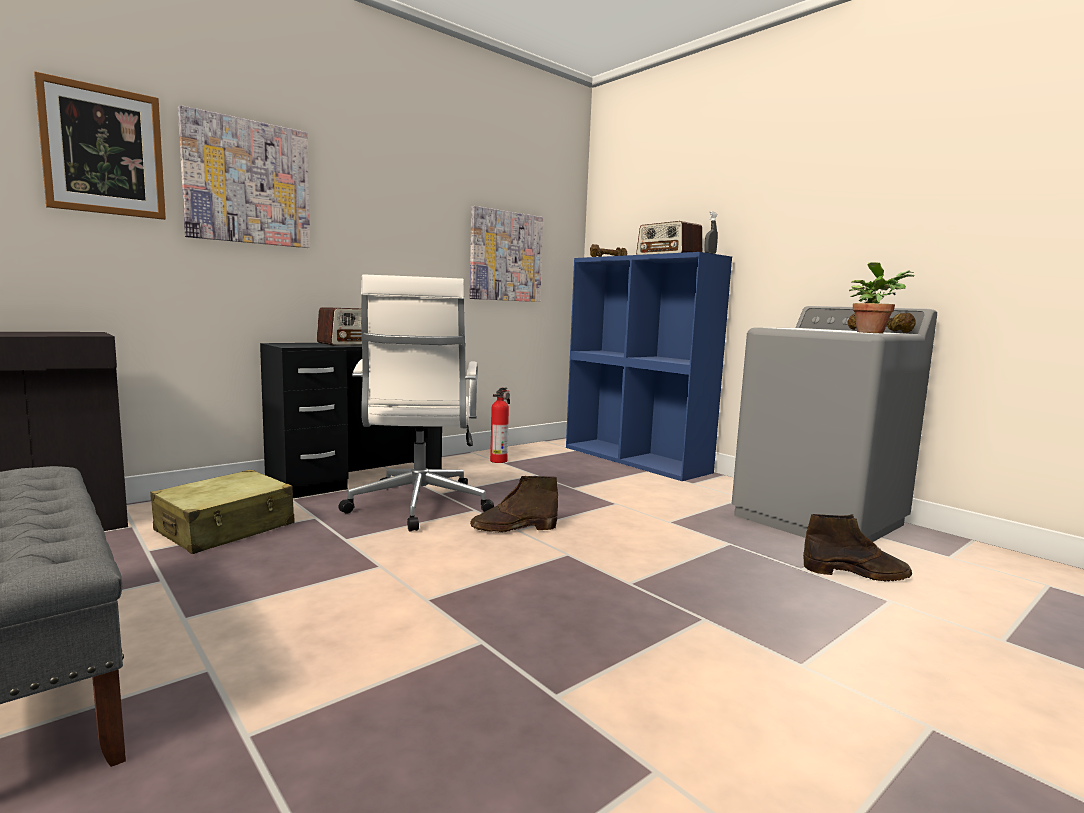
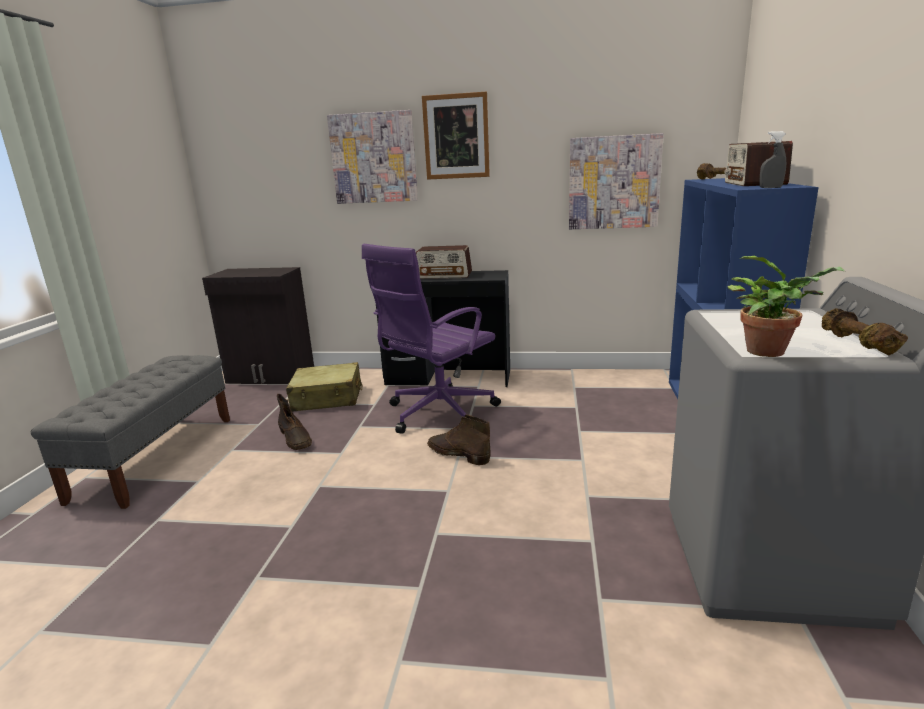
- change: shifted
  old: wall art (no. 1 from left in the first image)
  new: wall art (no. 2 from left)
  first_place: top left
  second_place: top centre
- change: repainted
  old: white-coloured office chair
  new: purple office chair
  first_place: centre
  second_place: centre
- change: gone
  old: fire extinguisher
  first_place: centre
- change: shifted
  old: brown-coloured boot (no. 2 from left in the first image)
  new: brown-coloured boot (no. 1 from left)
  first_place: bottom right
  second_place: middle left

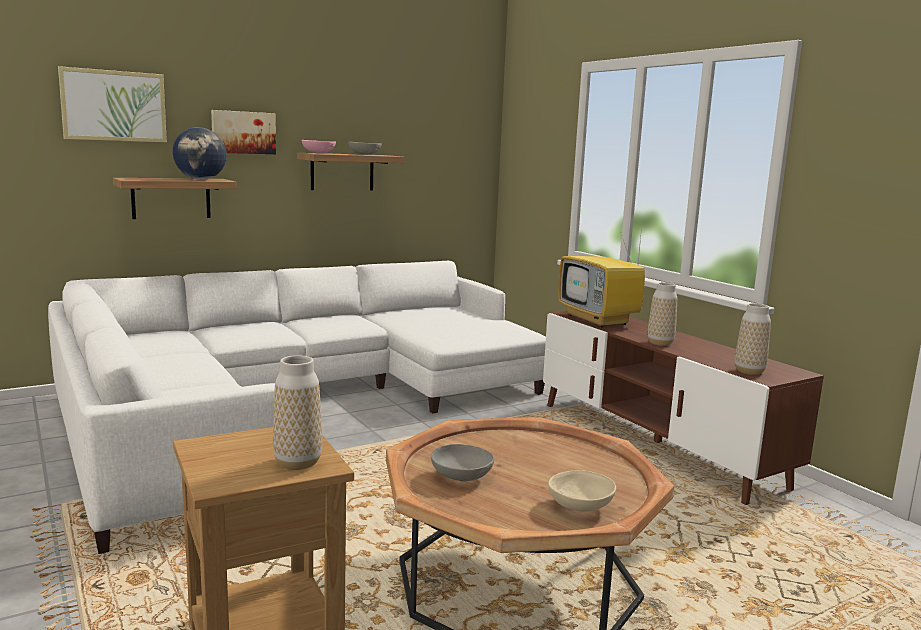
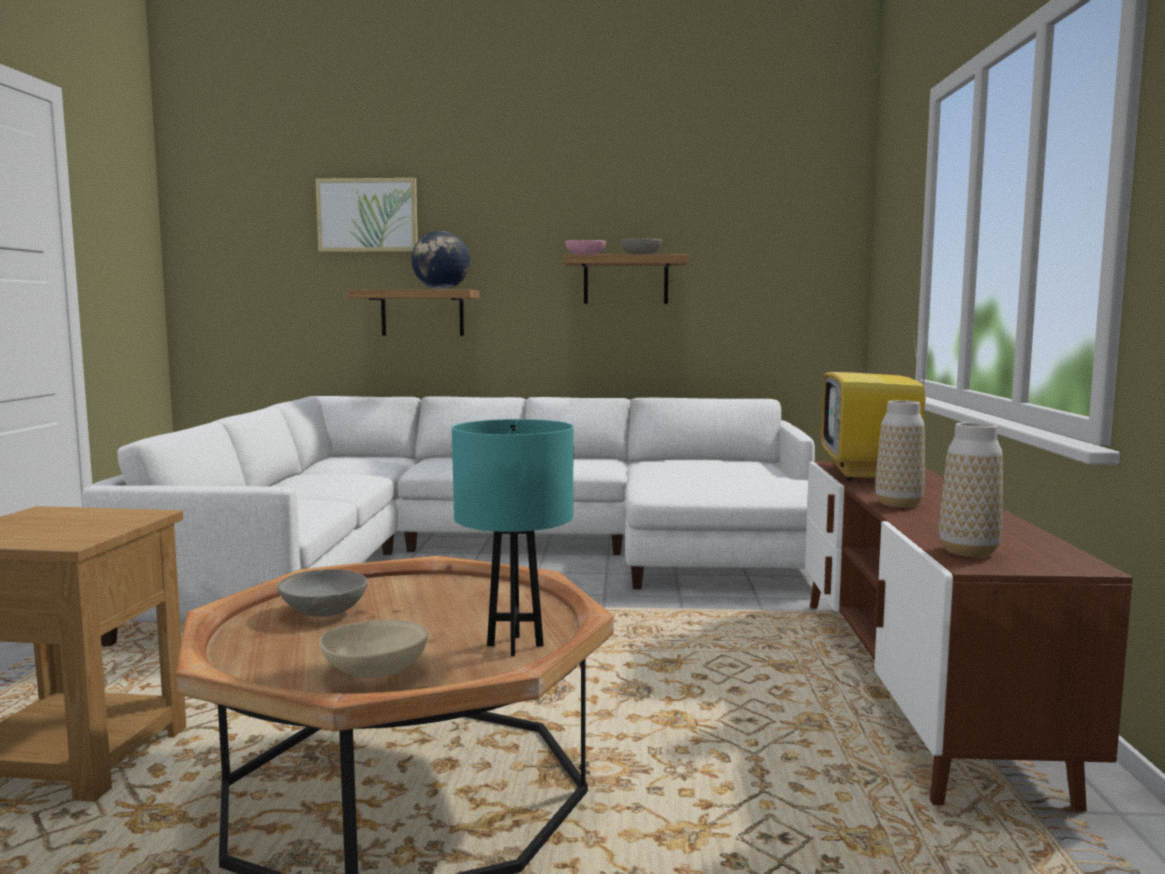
- change: gone
  old: wall art (no. 2 from left)
  first_place: top left
- change: gone
  old: decorative vase (no. 1 from left)
  first_place: middle left
- change: new
  new: turquoise tabletop lamp
  second_place: centre

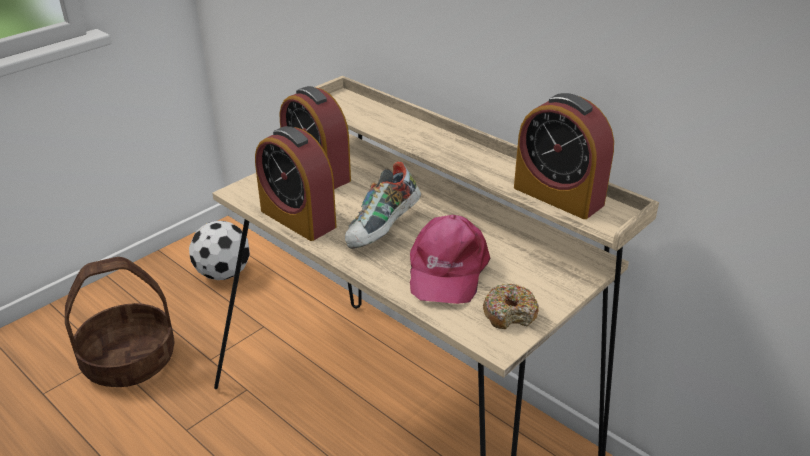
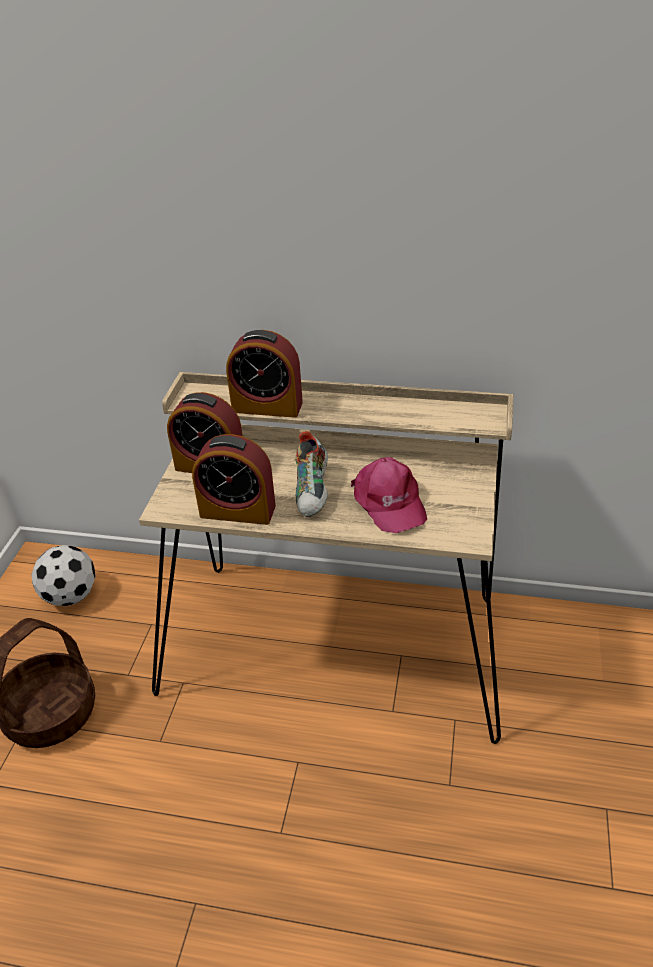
- change: gone
  old: doughnut
  first_place: bottom centre
- change: shifted
  old: alarm clock (no. 3 from left)
  first_place: middle right
  second_place: centre

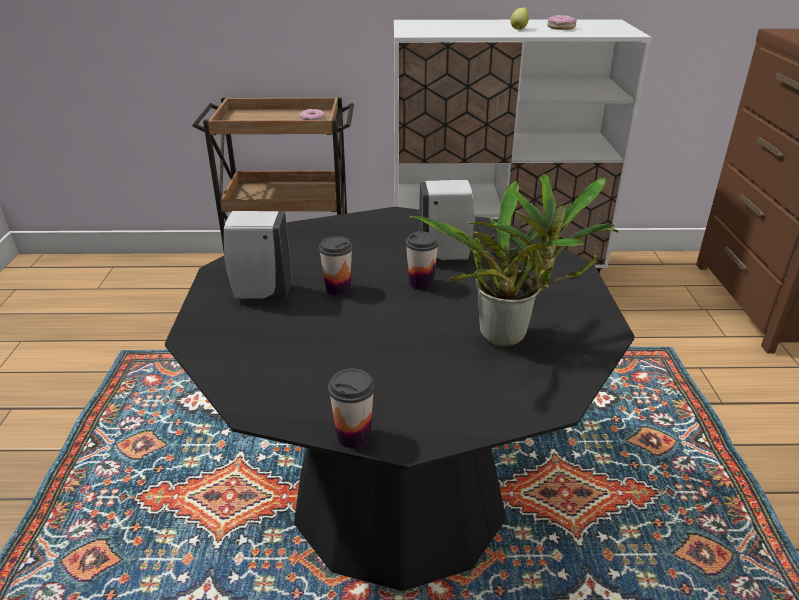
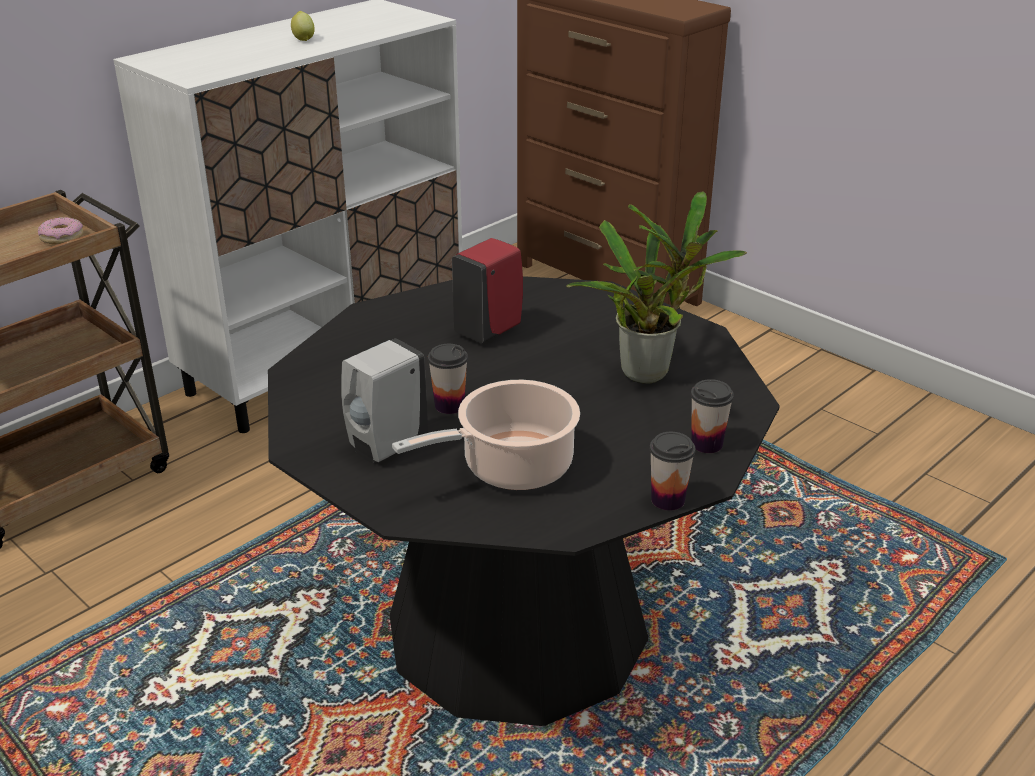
- change: shifted
  old: small cup (no. 3 from left)
  first_place: centre
  second_place: middle right
- change: repainted
  old: white-coloured liquid soap bottle (no. 2 from left)
  new: red liquid soap bottle
  first_place: centre
  second_place: centre
- change: gone
  old: doughnut (no. 2 from left)
  first_place: top right
- change: new
  new: cooking pot
  second_place: centre

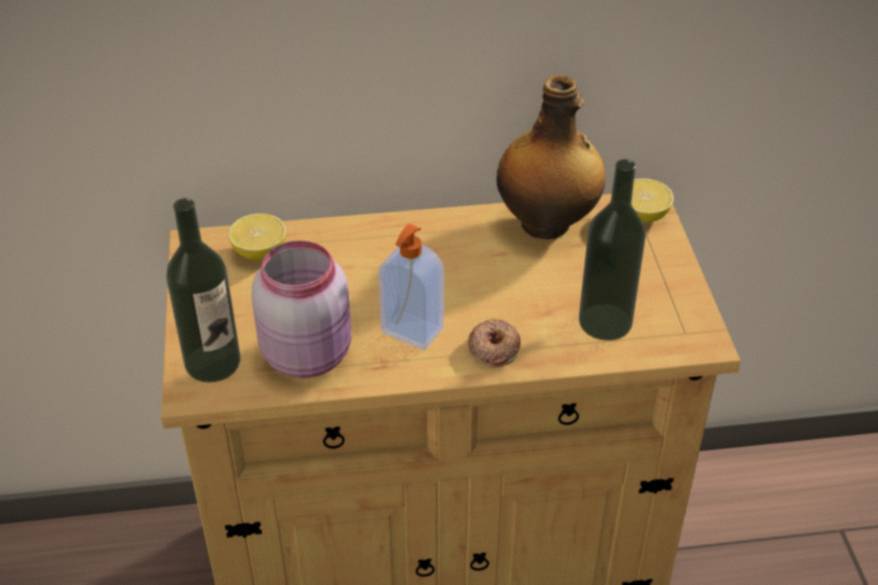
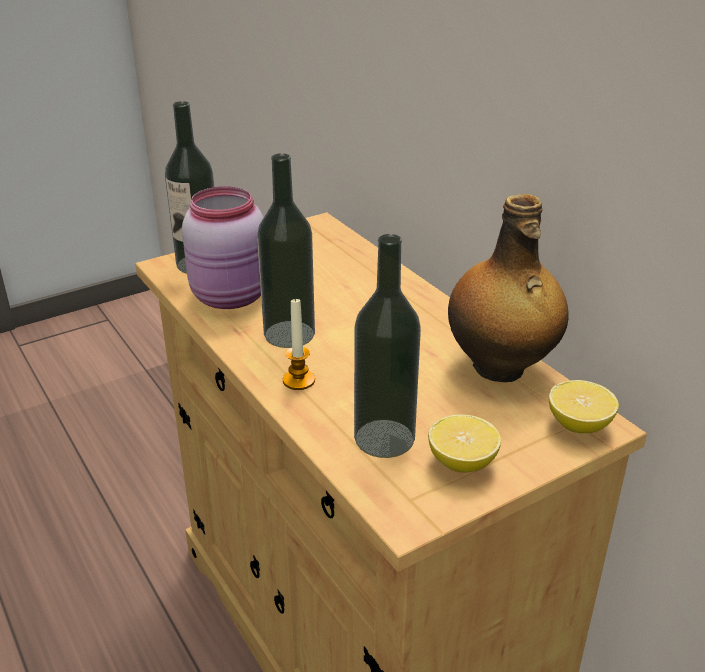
- change: shifted
  old: whole lemon (no. 1 from left)
  first_place: middle left
  second_place: centre
- change: swapped
  old: liquid soap bottle
  new: beverage bottle (no. 2 from left)
  first_place: centre
  second_place: centre
- change: swapped
  old: doughnut
  new: wax candle
  first_place: centre
  second_place: centre

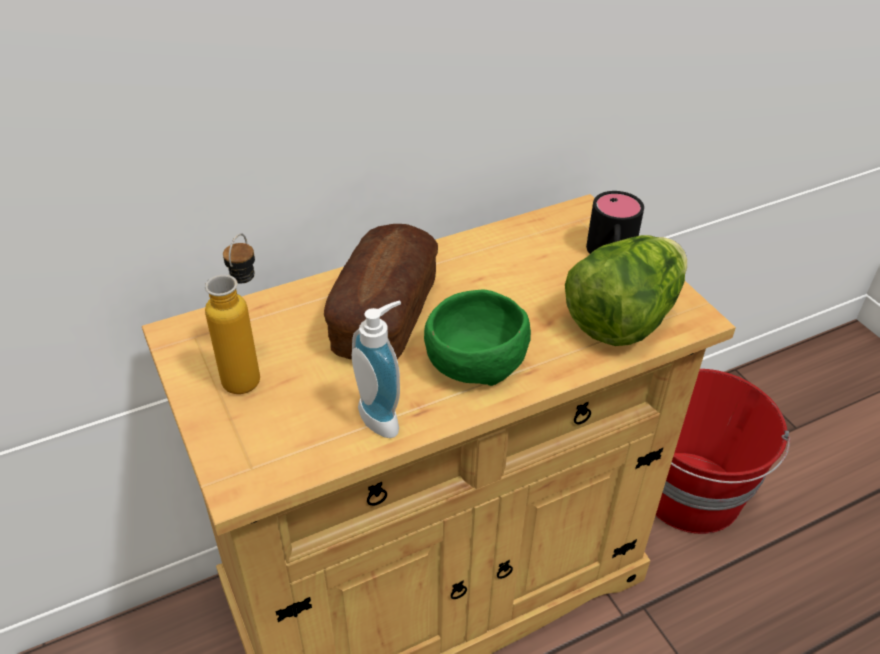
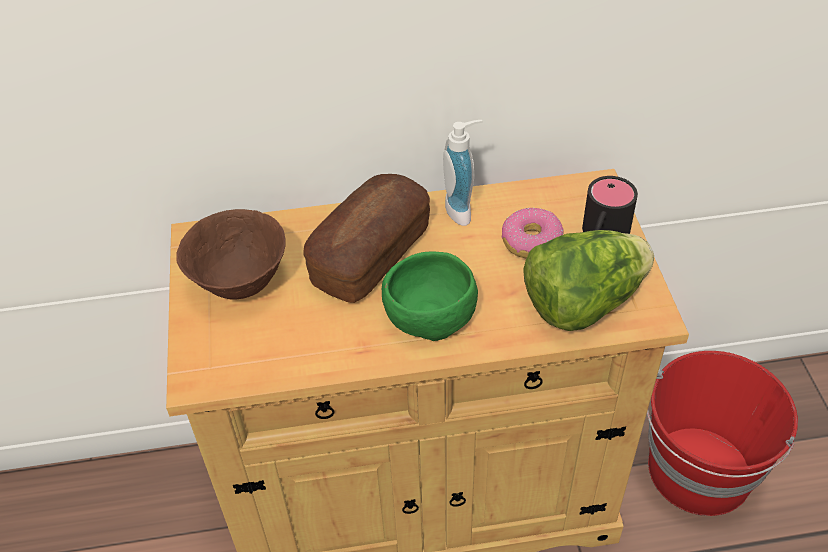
- change: swapped
  old: beverage bottle
  new: brown-coloured deep dish
  first_place: middle left
  second_place: middle left
- change: shifted
  old: liquid soap bottle
  first_place: centre
  second_place: top centre
- change: new
  new: doughnut
  second_place: centre

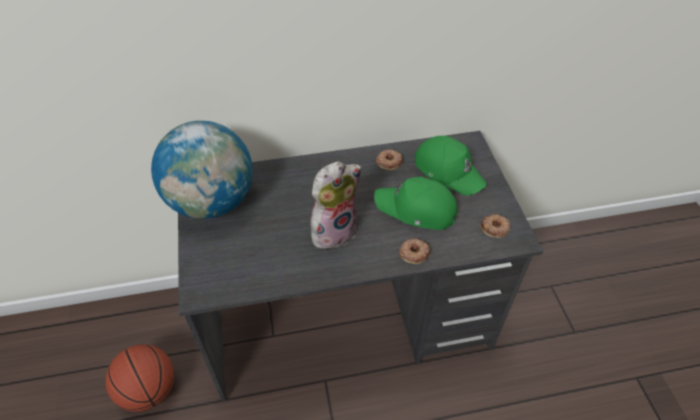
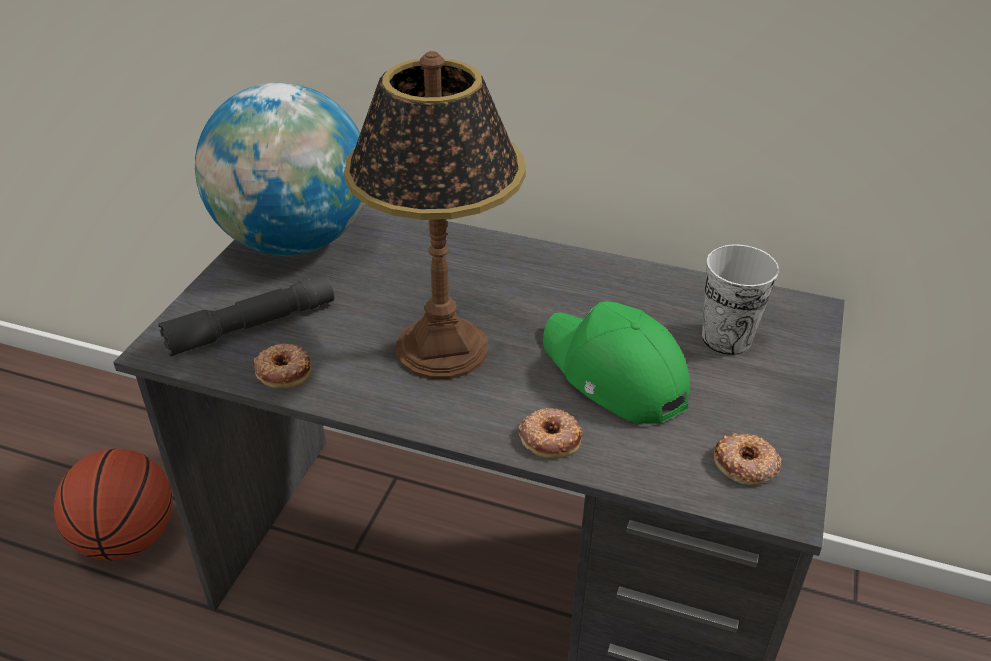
- change: swapped
  old: cuddly toy
  new: tabletop lamp
  first_place: centre
  second_place: top centre
- change: shifted
  old: doughnut (no. 1 from left)
  first_place: centre
  second_place: middle left
- change: swapped
  old: green peaked cap (no. 2 from left)
  new: small cup
  first_place: centre
  second_place: middle right
- change: new
  new: gray hand torch
  second_place: middle left

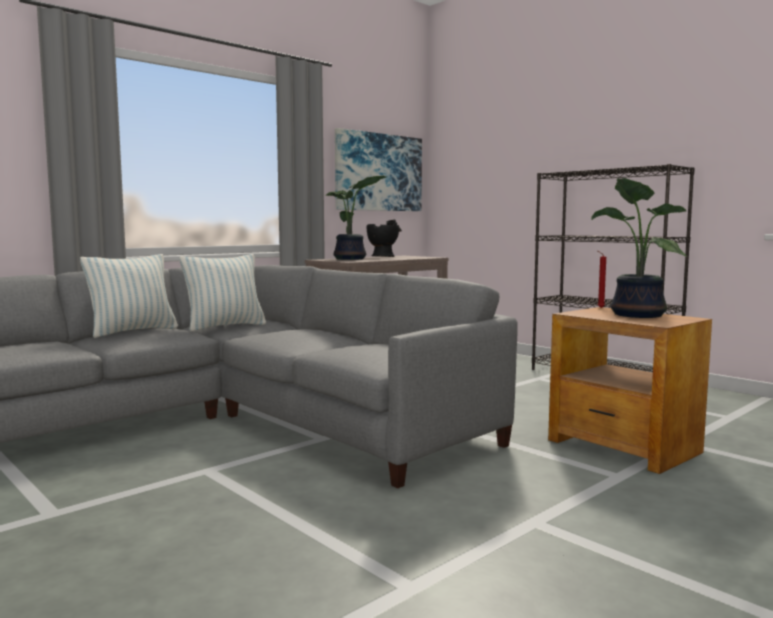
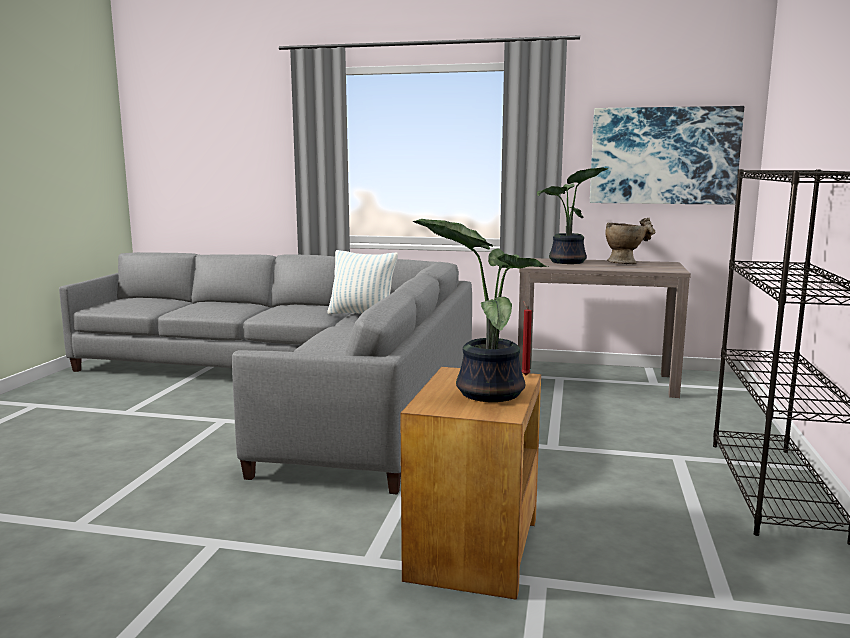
- change: gone
  old: pillow (no. 1 from left)
  first_place: middle left
- change: repainted
  old: blackish decorative vase
  new: beige-coloured decorative vase
  first_place: centre
  second_place: middle right

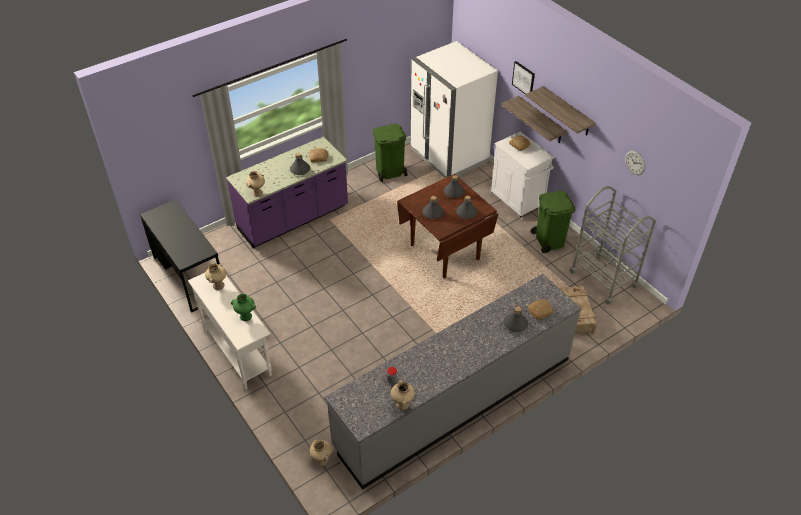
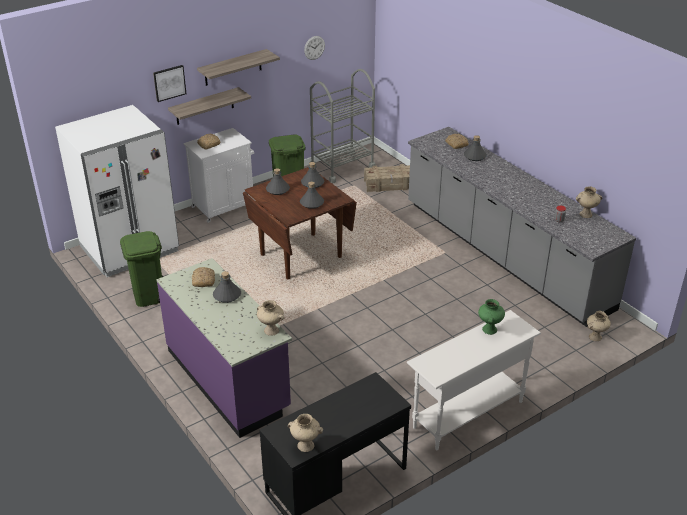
- change: shifted
  old: beige-coloured decorative vase (no. 1 from left in the first image)
  new: beige-coloured decorative vase (no. 2 from left)
  first_place: middle left
  second_place: bottom centre

